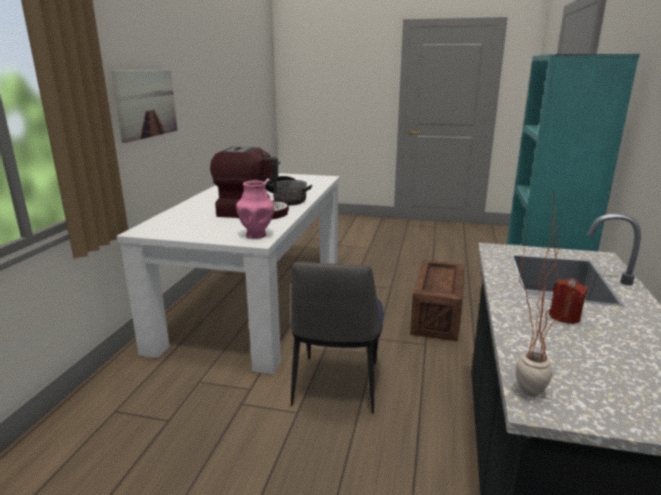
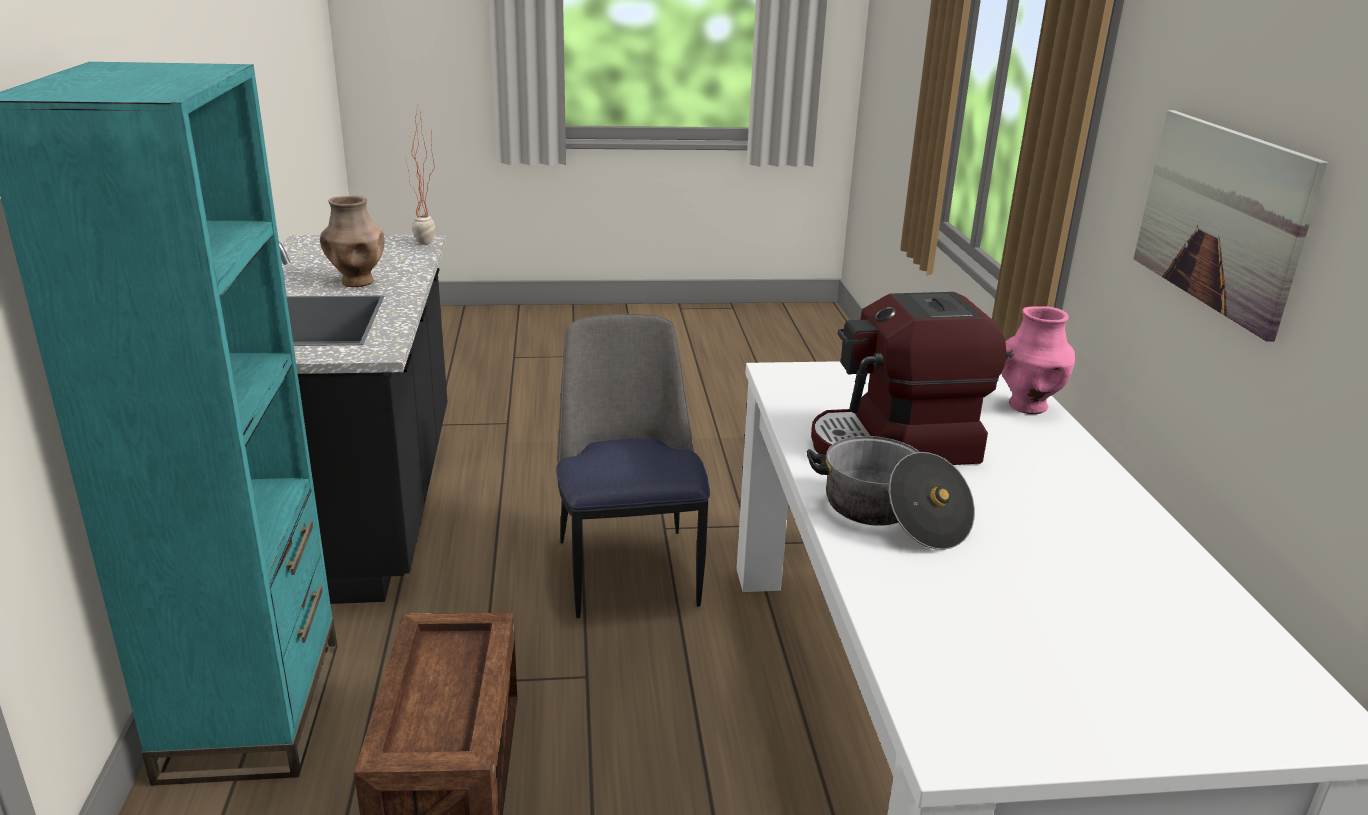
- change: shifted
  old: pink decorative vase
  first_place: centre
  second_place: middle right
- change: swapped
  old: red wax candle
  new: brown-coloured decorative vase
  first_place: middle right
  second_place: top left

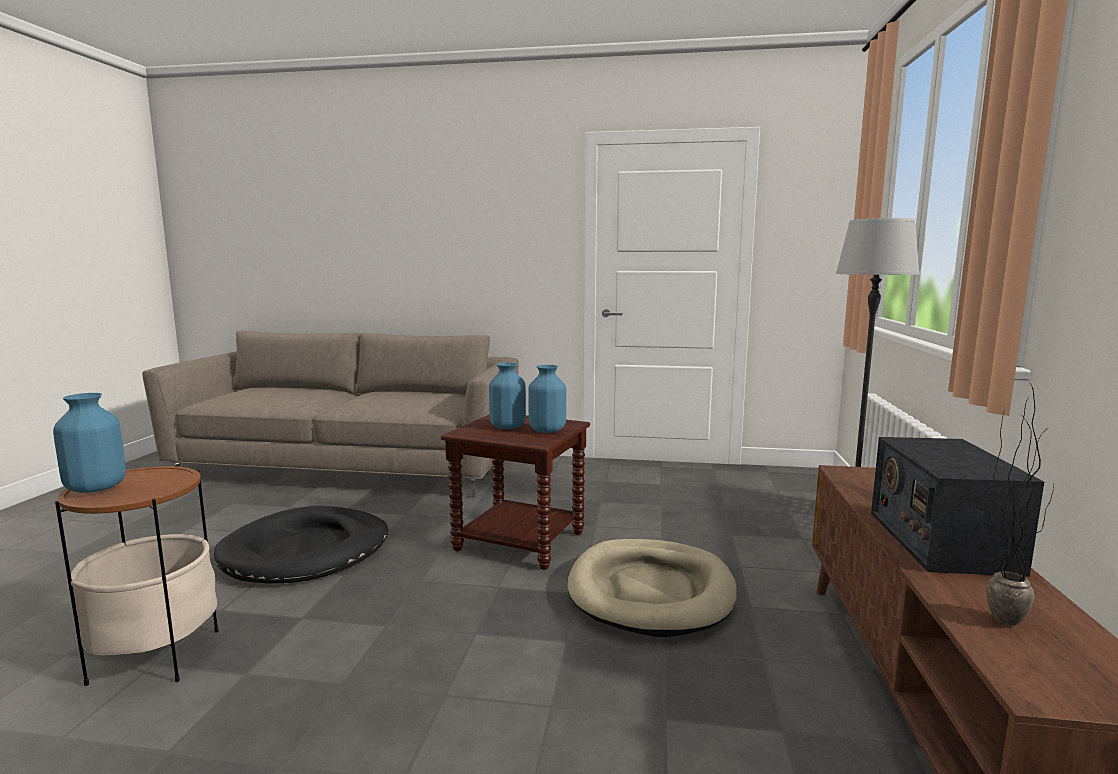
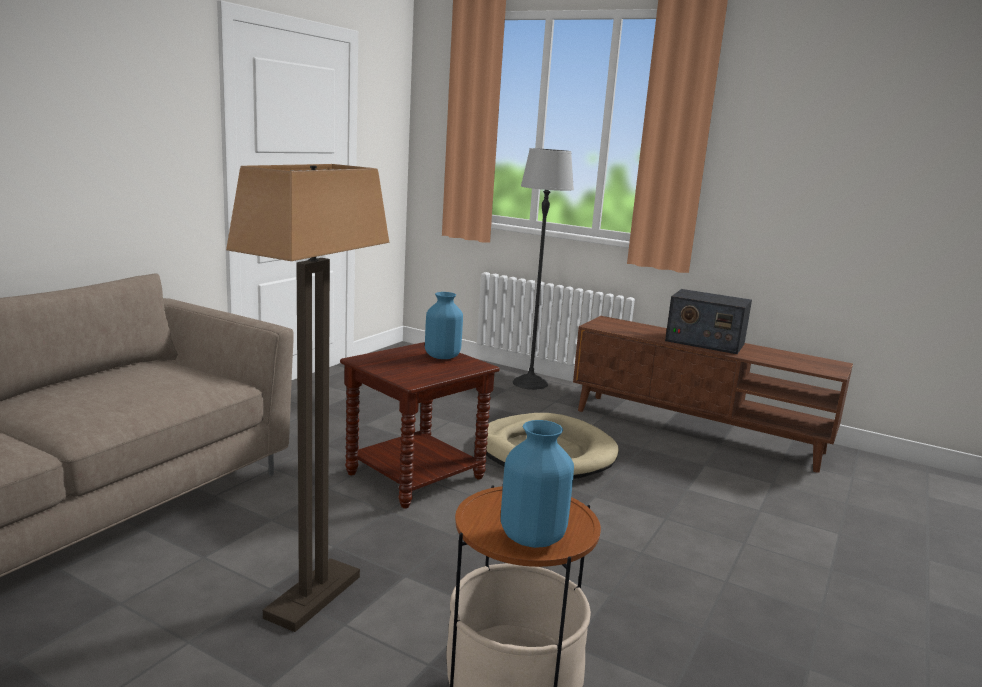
- change: swapped
  old: blackish pet bed
  new: standing lamp (no. 1 from left)
  first_place: bottom left
  second_place: middle left
- change: gone
  old: bluish decorative vase (no. 2 from left)
  first_place: centre
- change: gone
  old: potted plant
  first_place: middle right

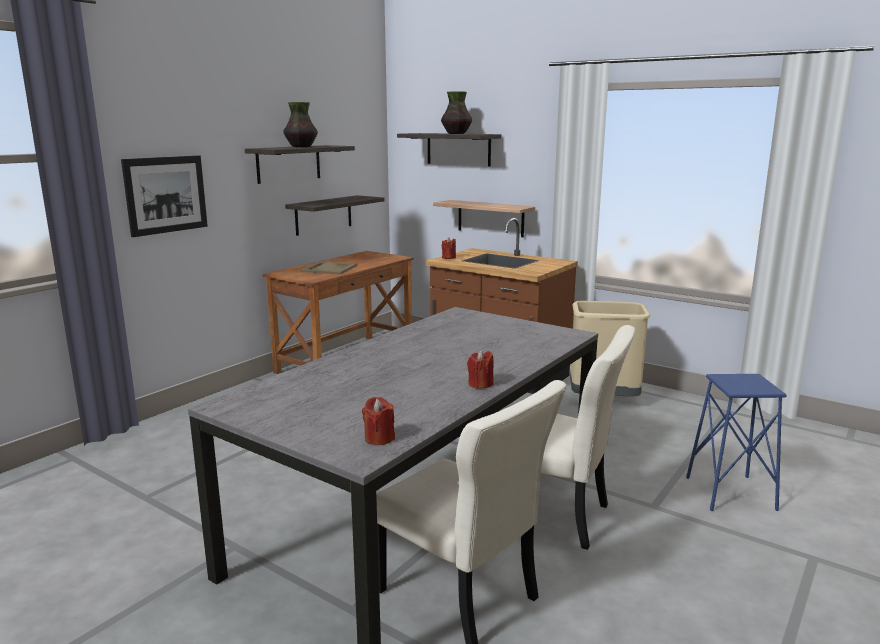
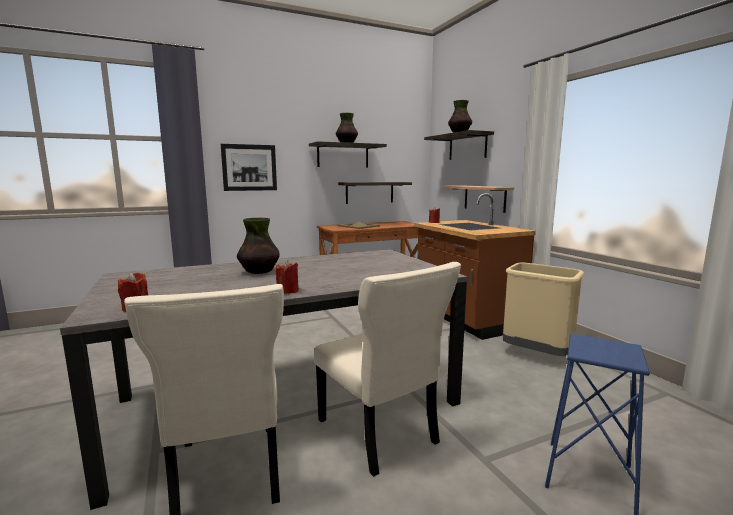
- change: new
  new: decorative vase (no. 1 from left)
  second_place: centre

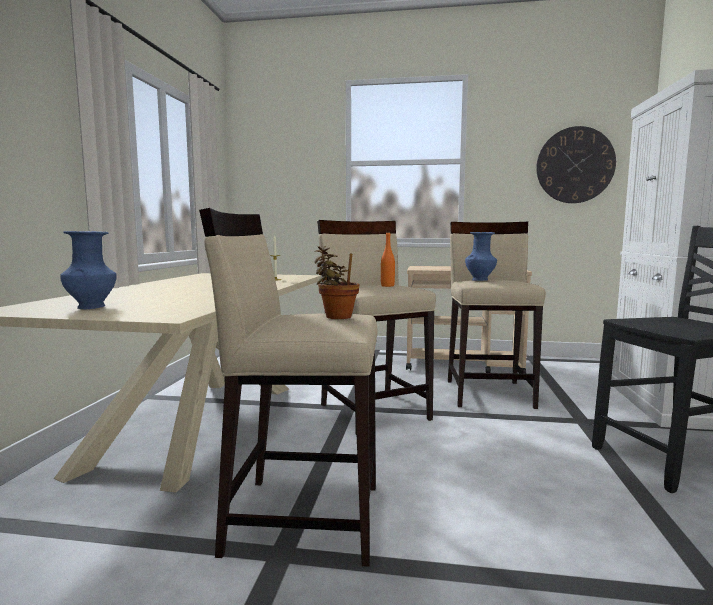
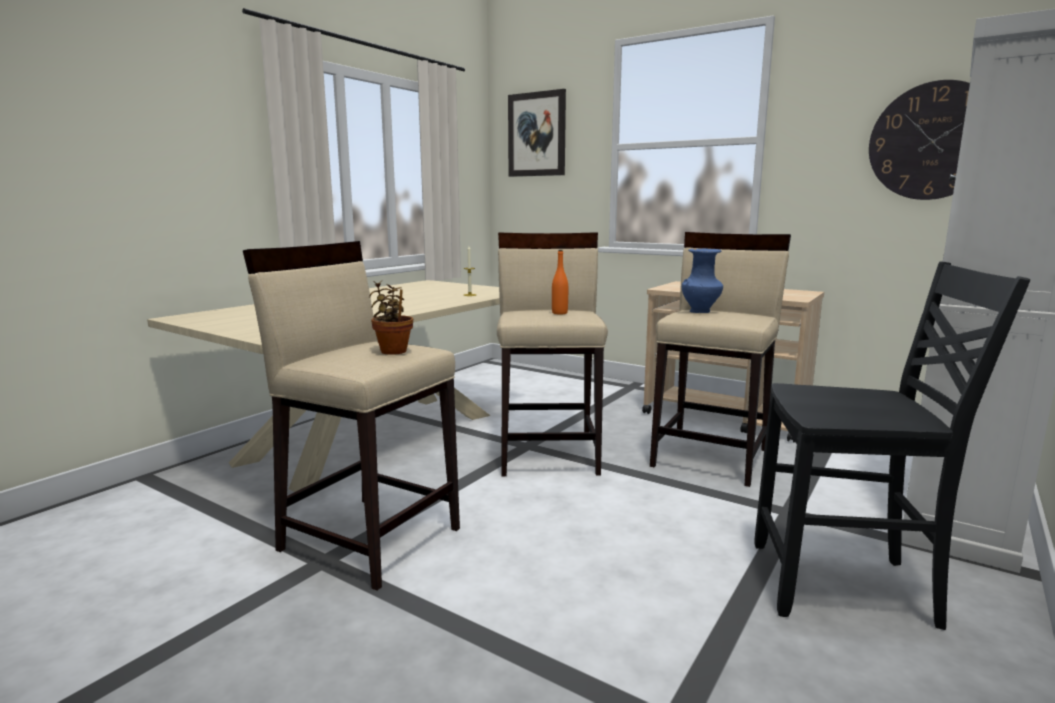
- change: gone
  old: bluish decorative vase (no. 1 from left)
  first_place: middle left
- change: new
  new: wall art
  second_place: top centre

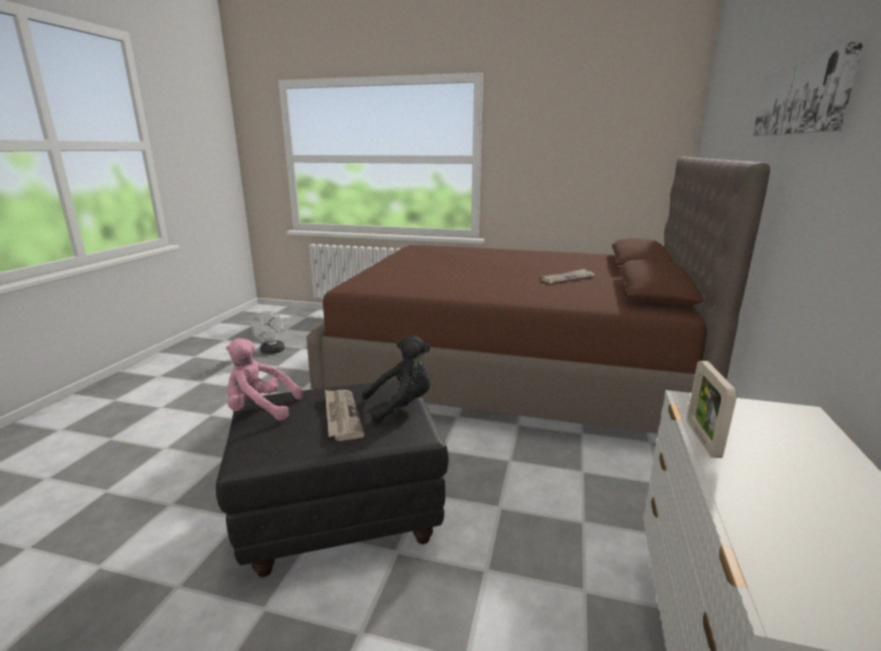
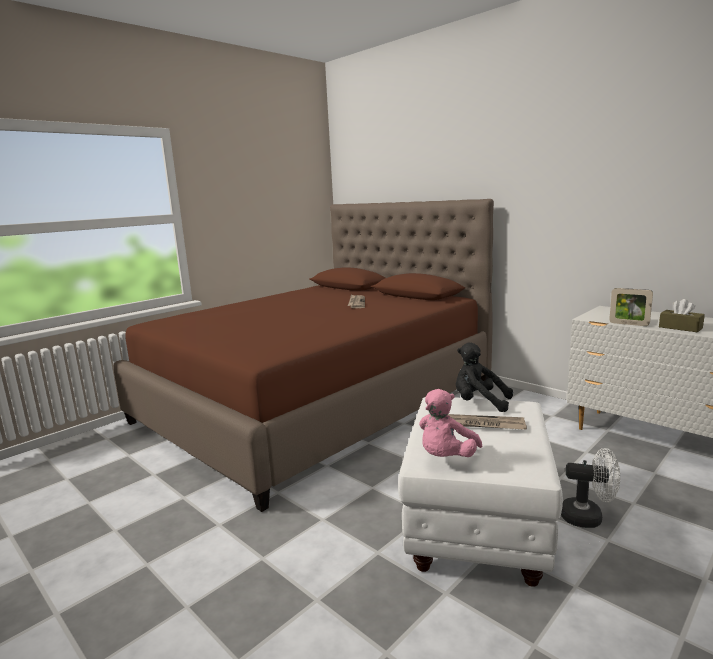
- change: repainted
  old: blackish footrest
  new: white-coloured footrest
  first_place: bottom centre
  second_place: bottom right
- change: shifted
  old: white-coloured electric fan
  first_place: middle left
  second_place: bottom right
- change: rotated
  old: blackish cuddly toy
  first_place: centre
  second_place: middle right
  degrees: -75
- change: gone
  old: wall art
  first_place: top right
- change: new
  new: brown-coloured box of tissues
  second_place: middle right

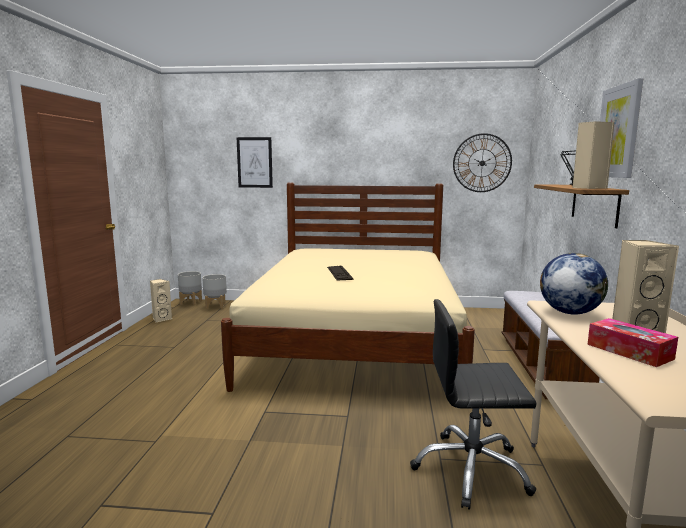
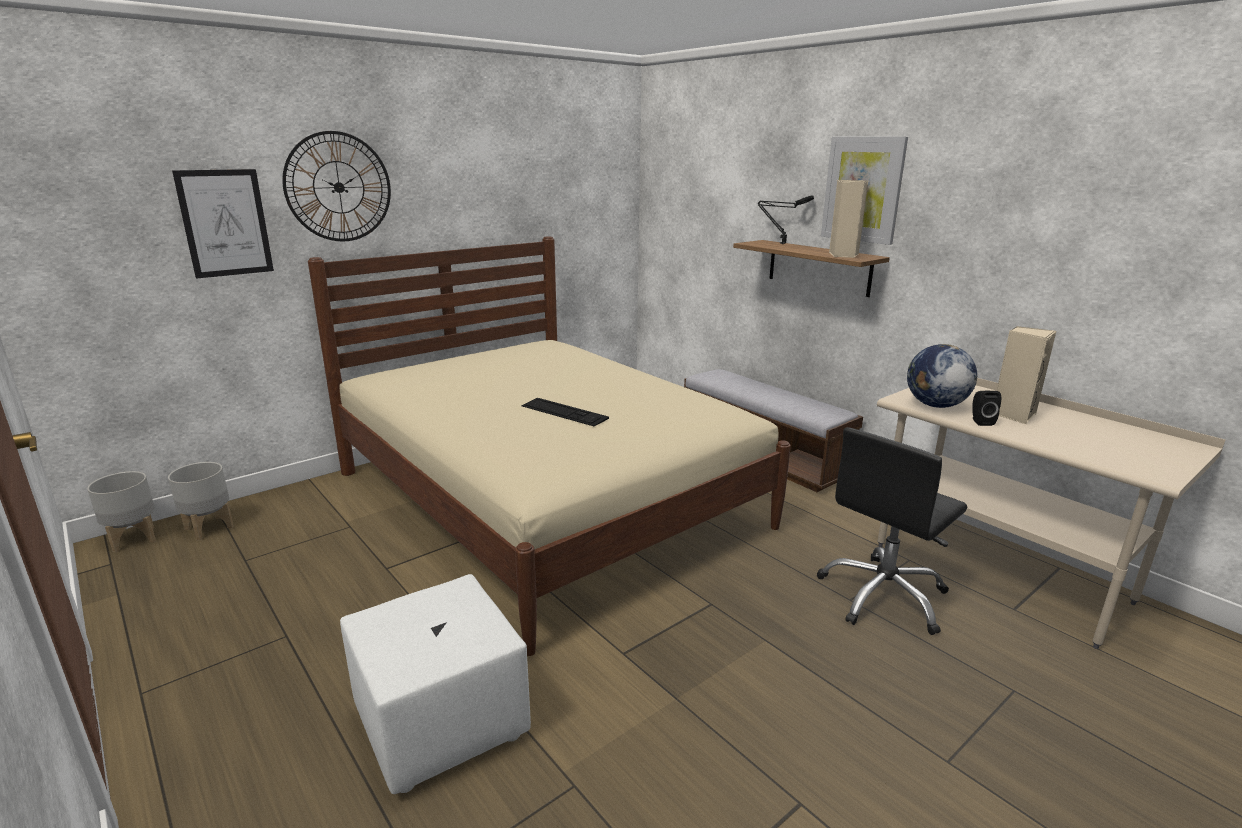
- change: gone
  old: beige-coloured loudspeaker (no. 1 from left)
  first_place: middle left
- change: shifted
  old: clock on the wall
  first_place: top right
  second_place: top left
- change: gone
  old: box of tissues
  first_place: middle right
- change: new
  new: white-coloured footrest
  second_place: bottom centre
- change: new
  new: blackish loudspeaker
  second_place: middle right

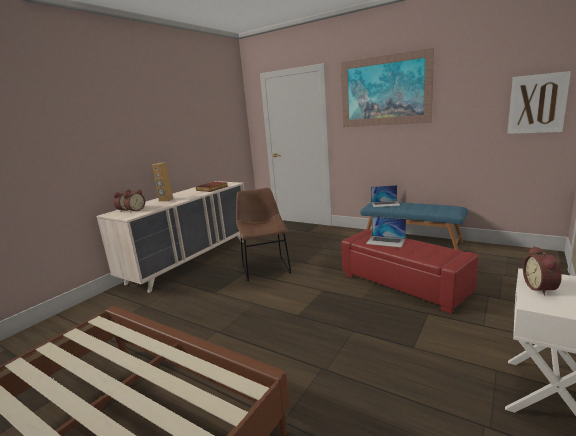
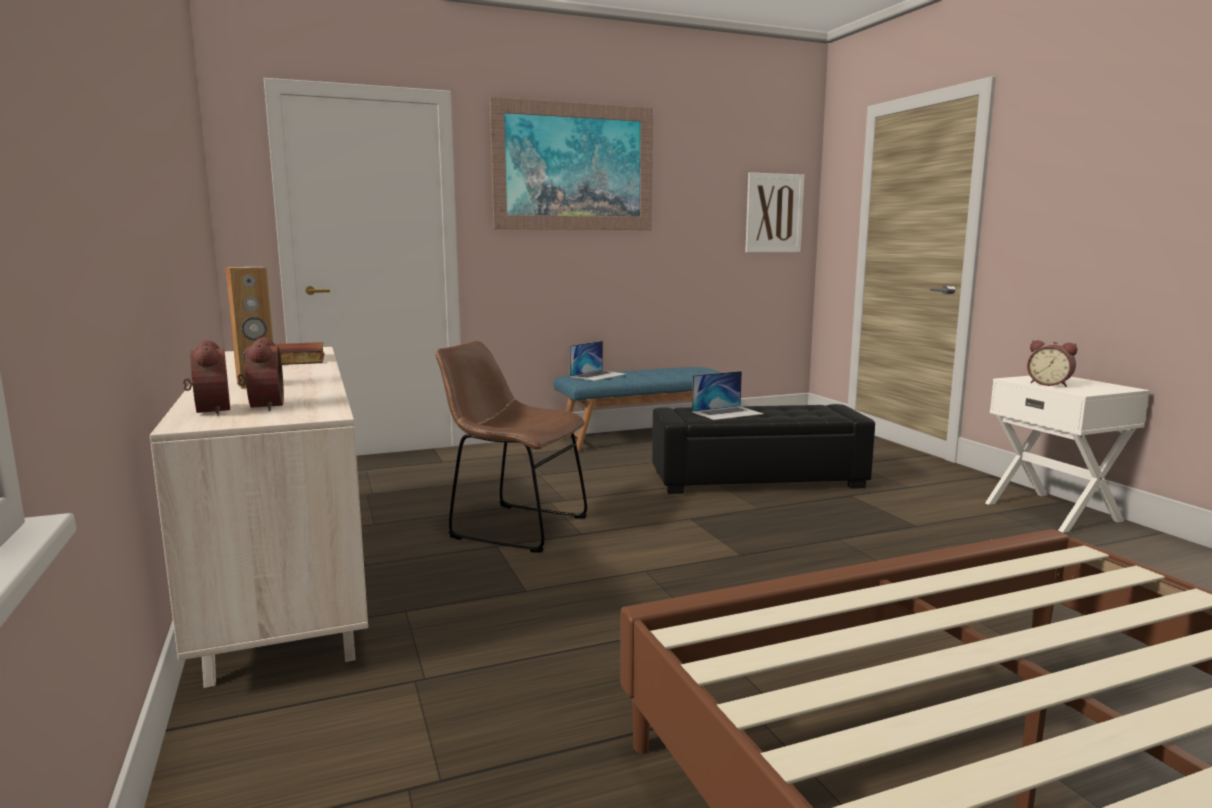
- change: repainted
  old: red footrest
  new: blackish footrest
  first_place: middle right
  second_place: centre

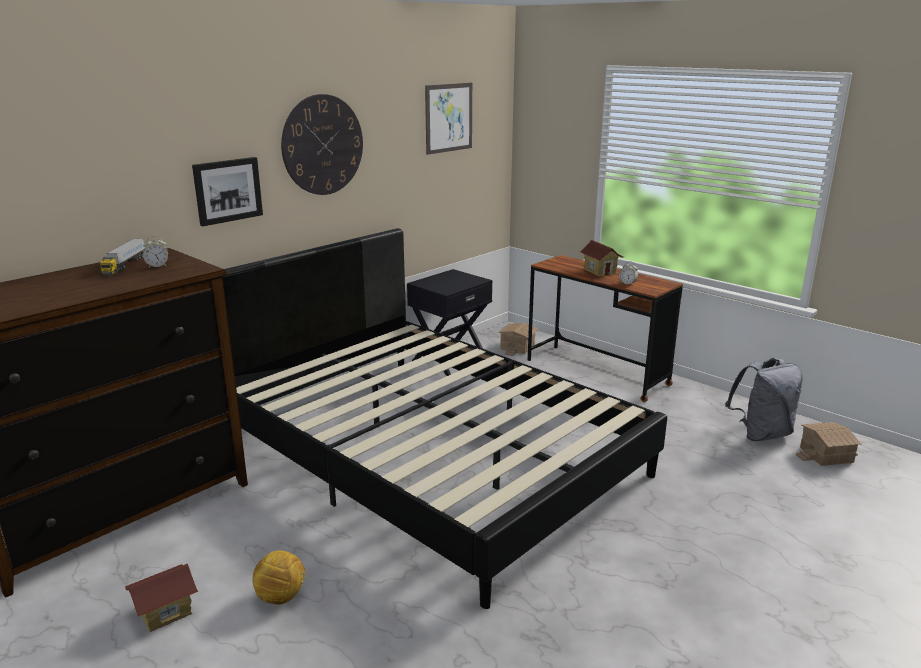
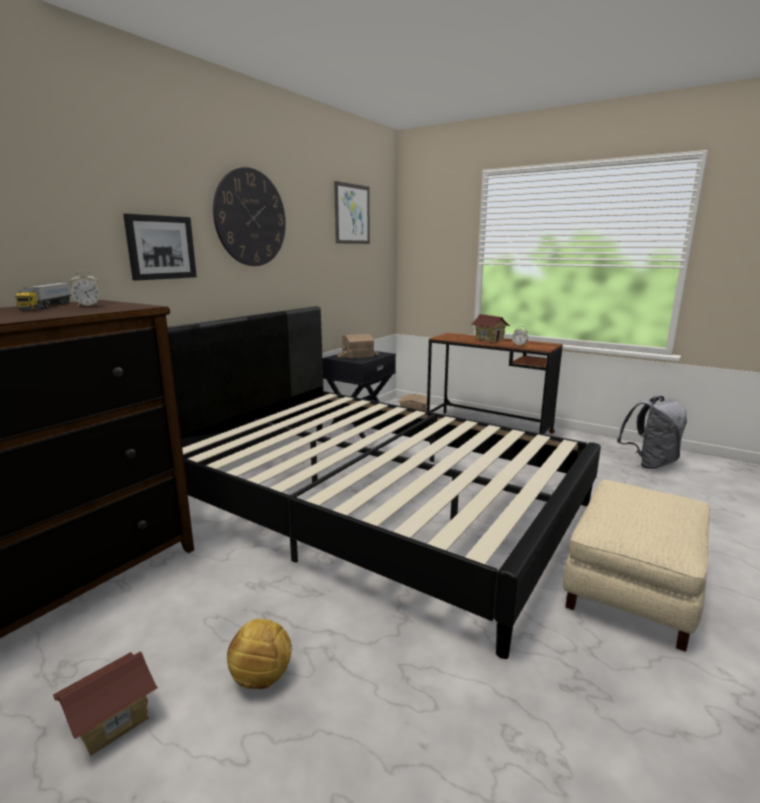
- change: shifted
  old: model house (no. 4 from left in the first image)
  new: model house (no. 2 from left)
  first_place: middle right
  second_place: centre
- change: new
  new: beige-coloured footrest
  second_place: bottom right

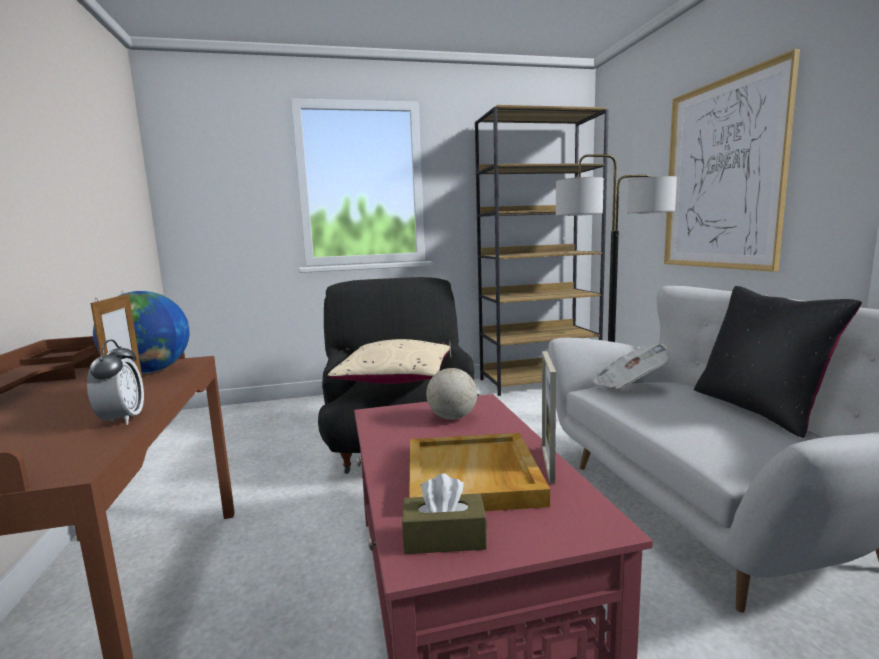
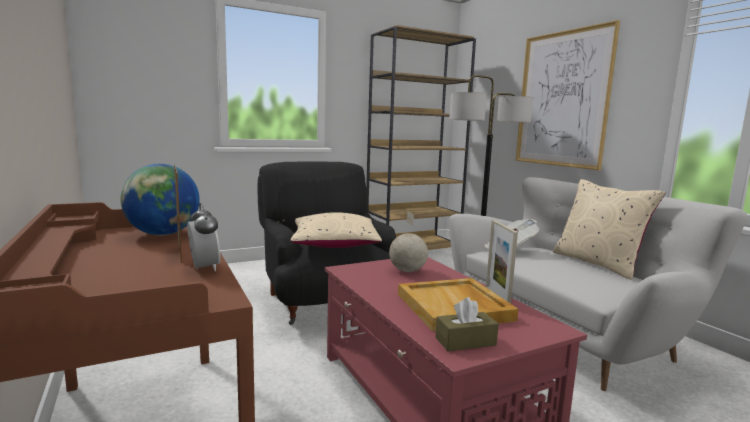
- change: repainted
  old: blackish pillow
  new: beige-coloured pillow (no. 2 from left)
  first_place: middle right
  second_place: middle right

